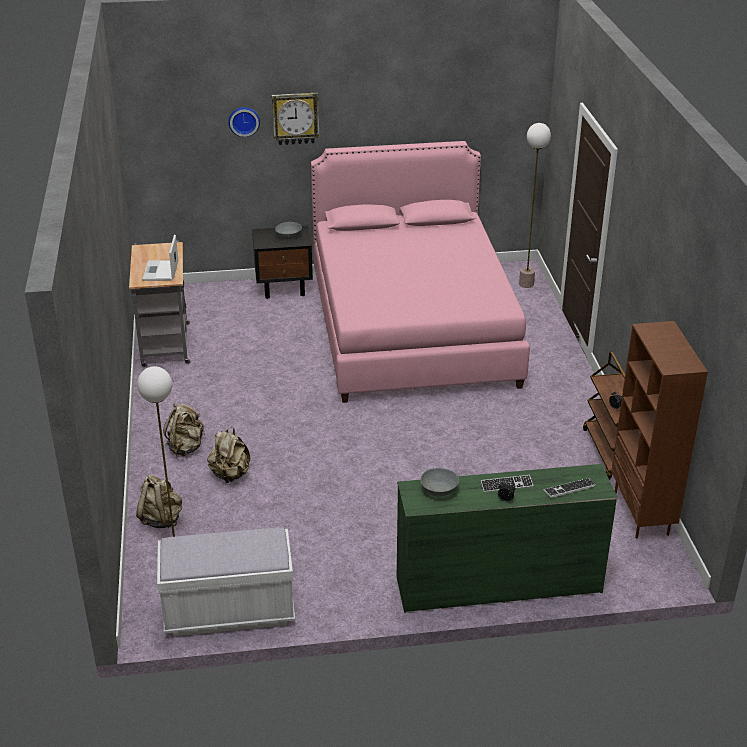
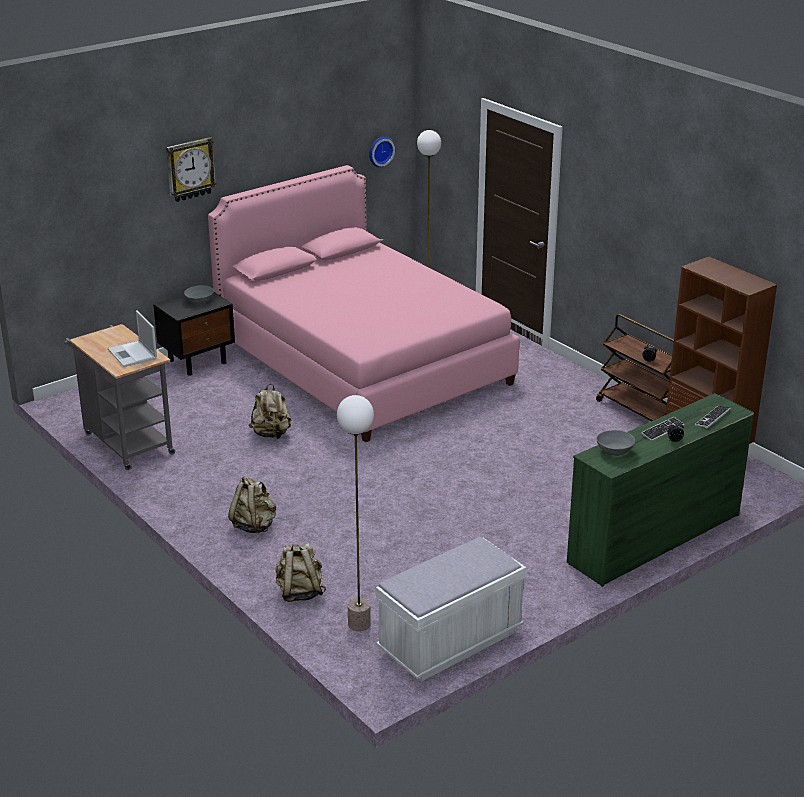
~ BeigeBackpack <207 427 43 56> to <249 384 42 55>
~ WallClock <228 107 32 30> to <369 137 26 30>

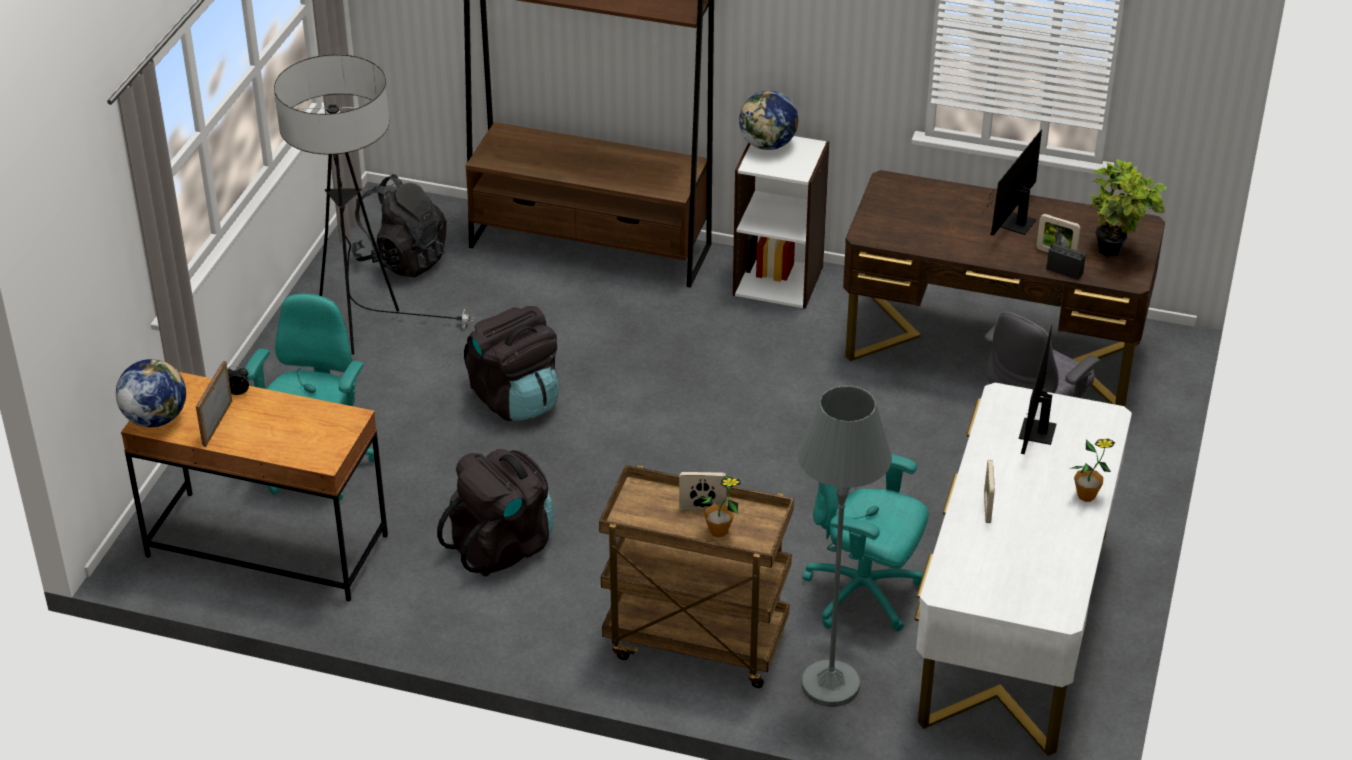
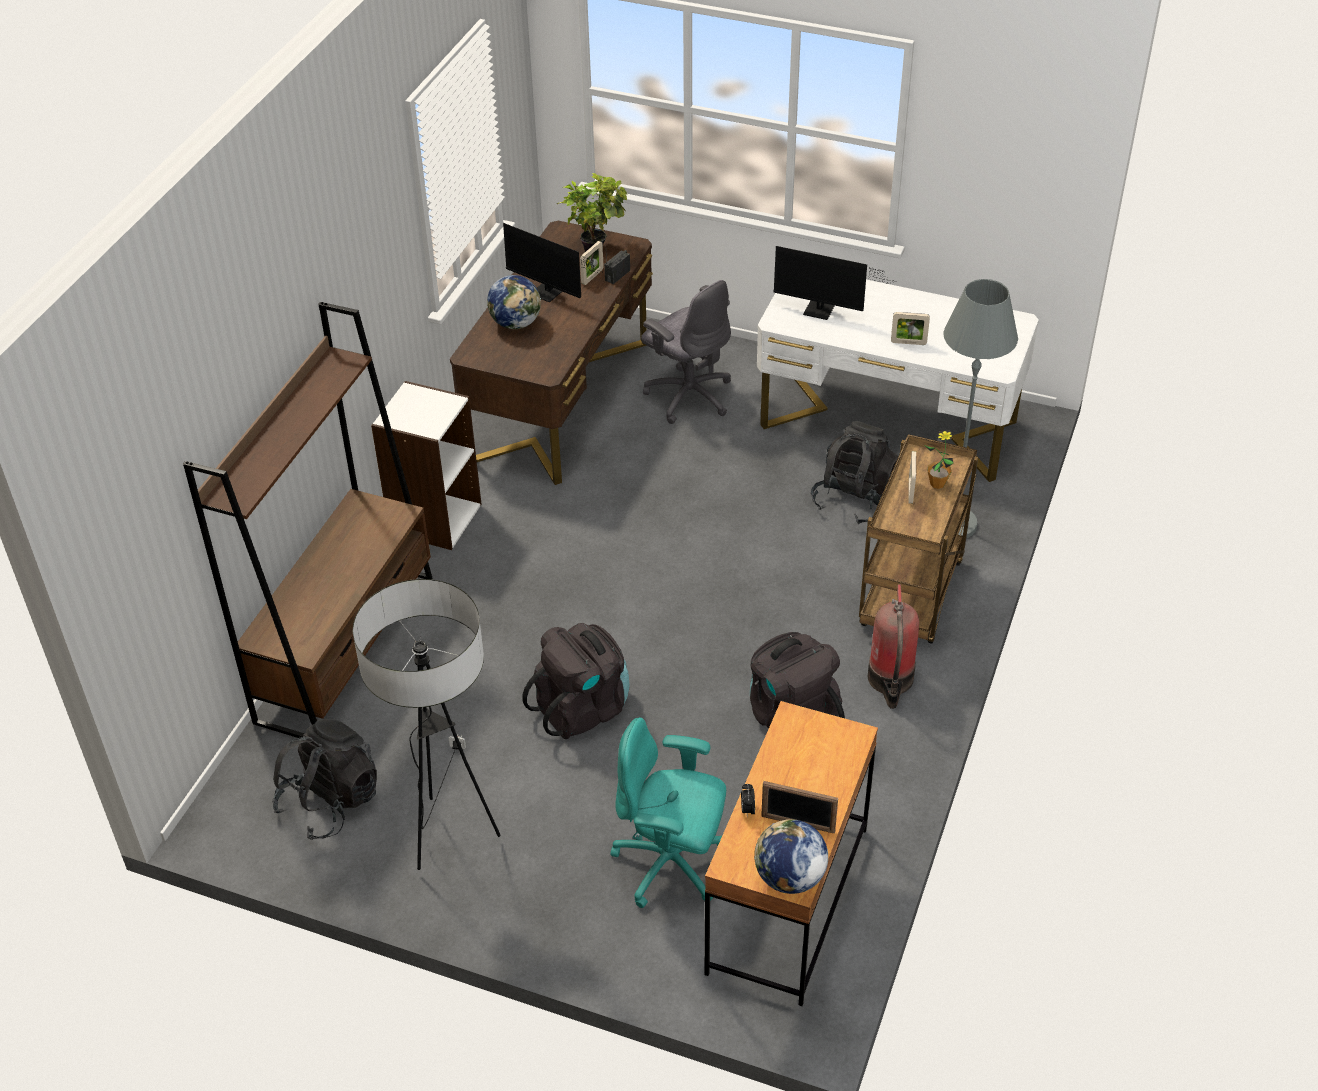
~ Globe <739 91 59 59> to <487 275 54 54>
~ TurquoiseOfficeChair <802 454 127 177> to BlackBackpack <811 421 87 103>
+ FireExtinguisher <868 584 51 125>
- PottedPlant <1069 439 46 63>

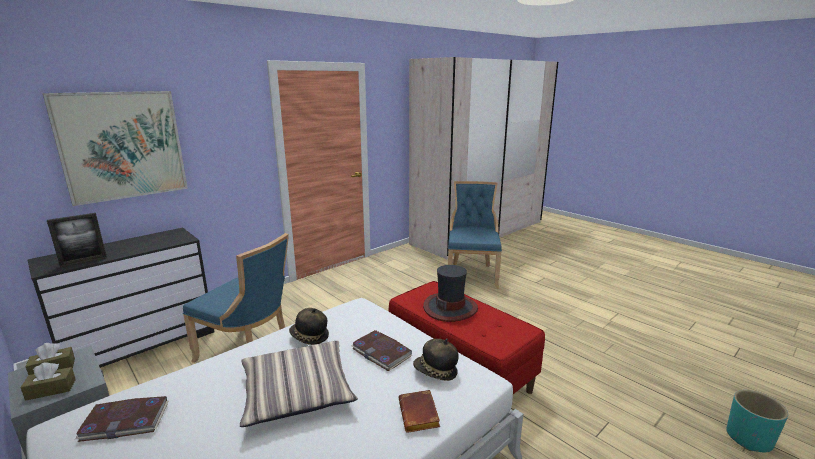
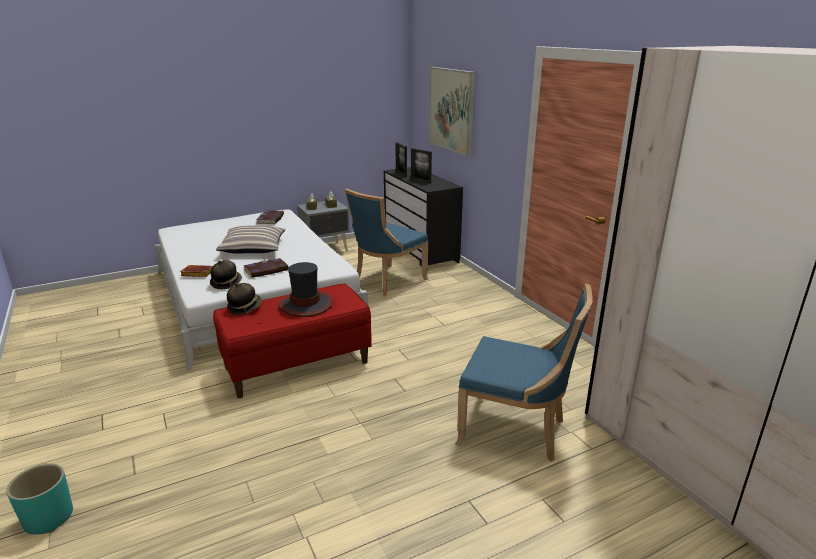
~ Hat <289 308 40 37> to <227 283 35 32>
+ PictureFrame <411 148 21 36>

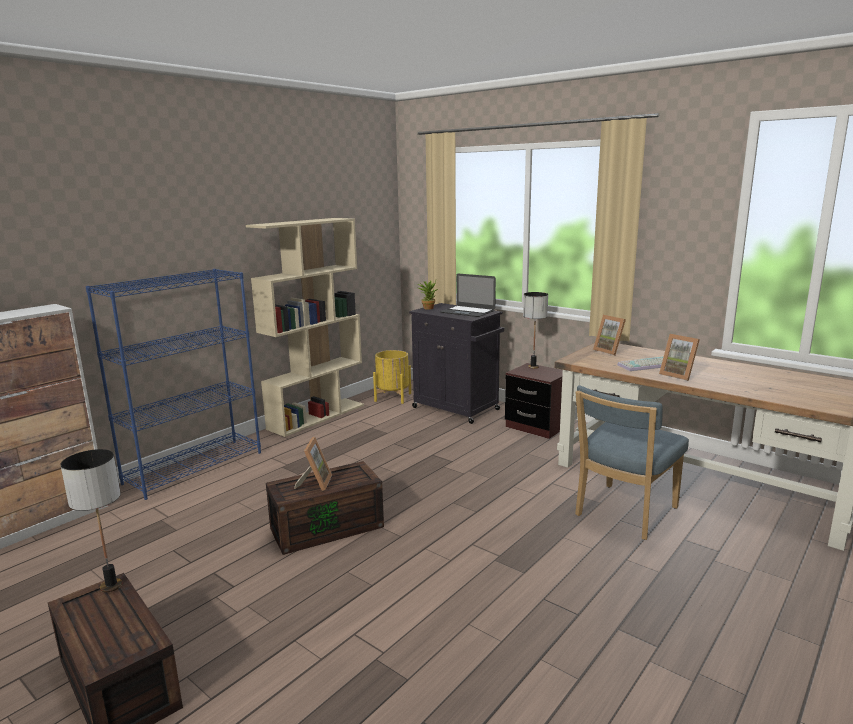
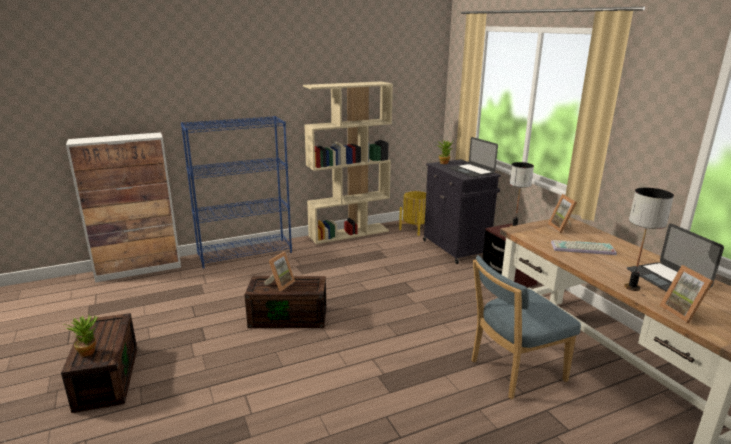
+ PottedPlant <63 313 35 44>
~ TableLamp <60 449 62 143> to <624 188 50 103>
+ Laptop <627 223 97 69>
~ PictureFrame <659 334 41 47> to <659 265 54 59>

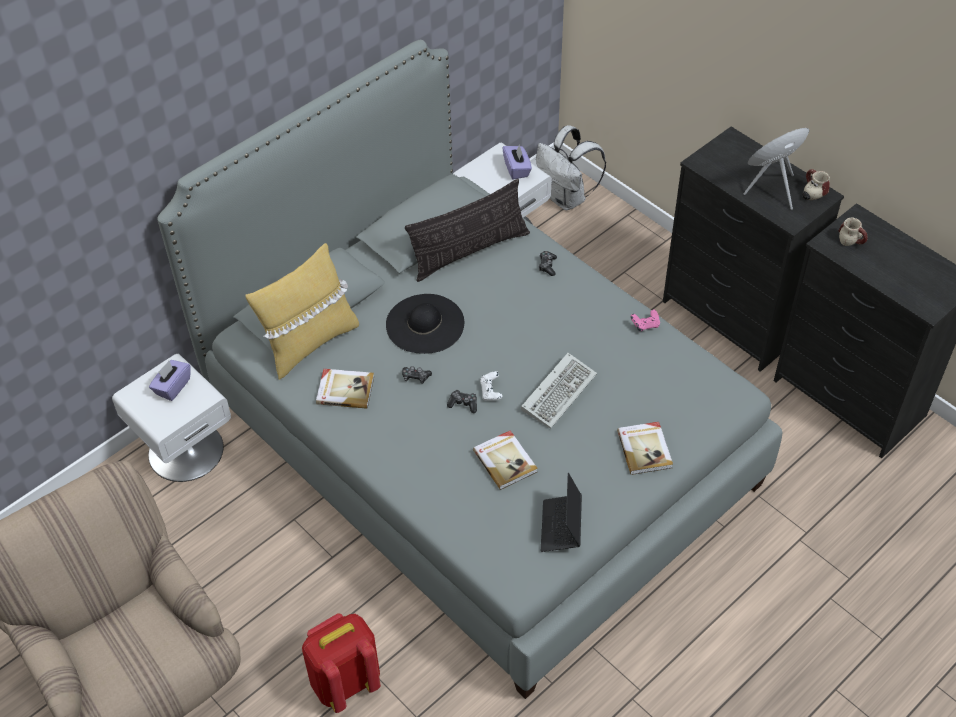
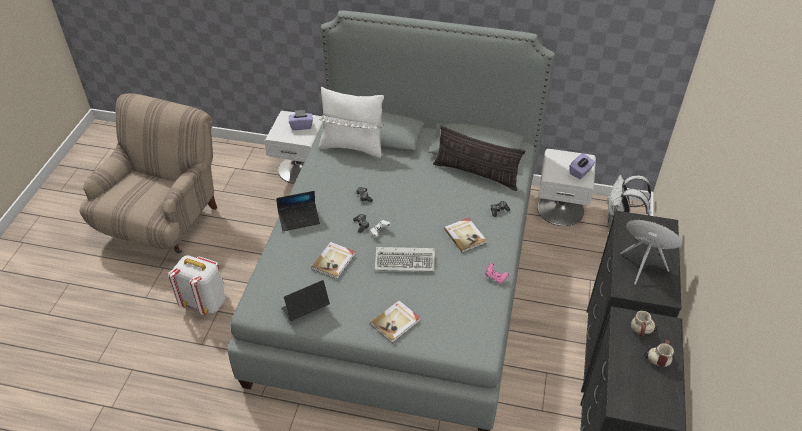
~ RedBackpack <302 613 79 100> to WhiteBackpack <168 255 57 60>
+ Laptop <276 191 44 40>
~ YellowPillow <245 243 114 137> to WhitePillow <318 87 66 71>
~ Book <316 369 58 40> to <444 218 43 35>
~ Mug <802 169 28 31> to <644 340 30 27>
- BlackHat <386 294 78 60>

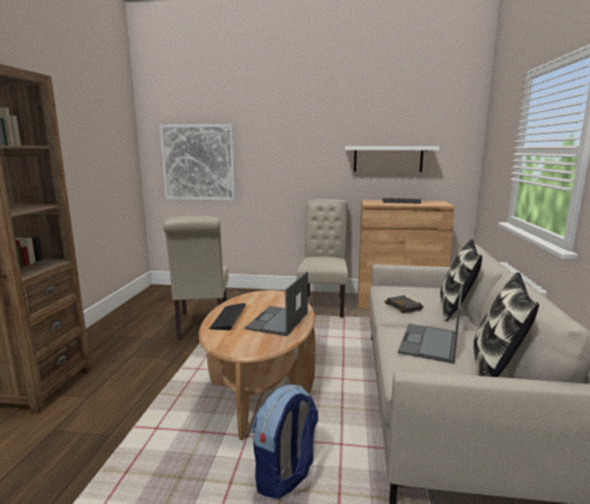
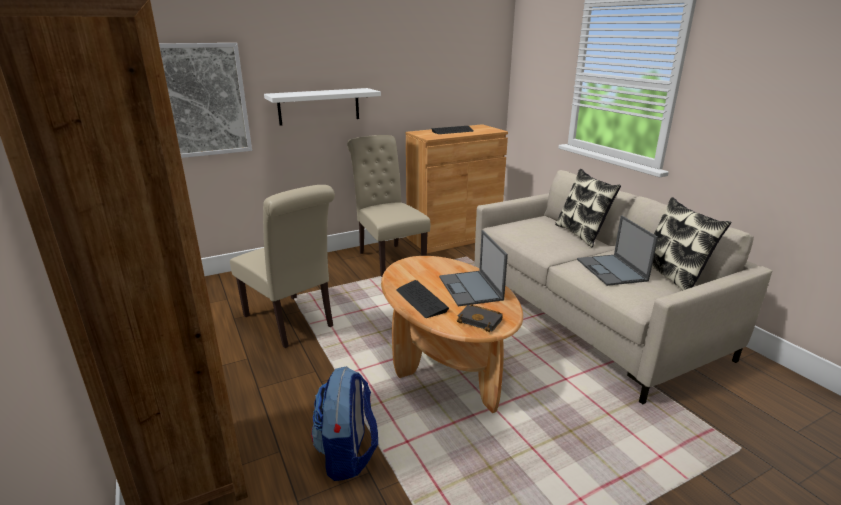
~ WhiteShelf <345 146 94 26> to <264 88 117 38>
~ Backpack <252 384 66 115> to <311 366 67 115>
~ BlackBook <385 295 39 18> to <457 304 46 28>

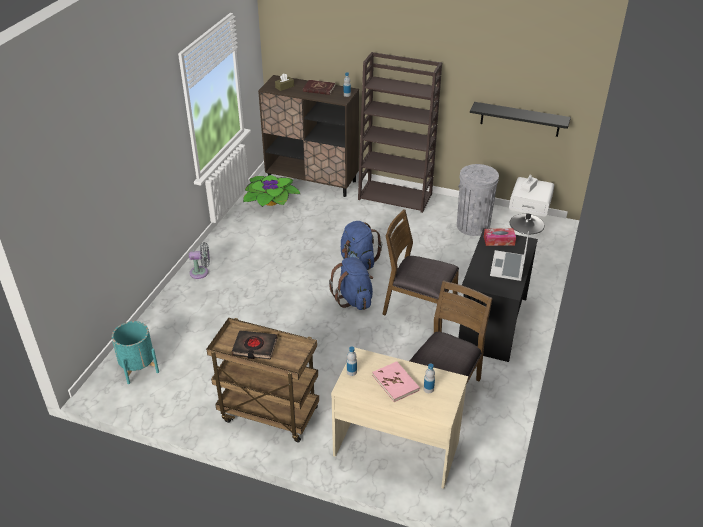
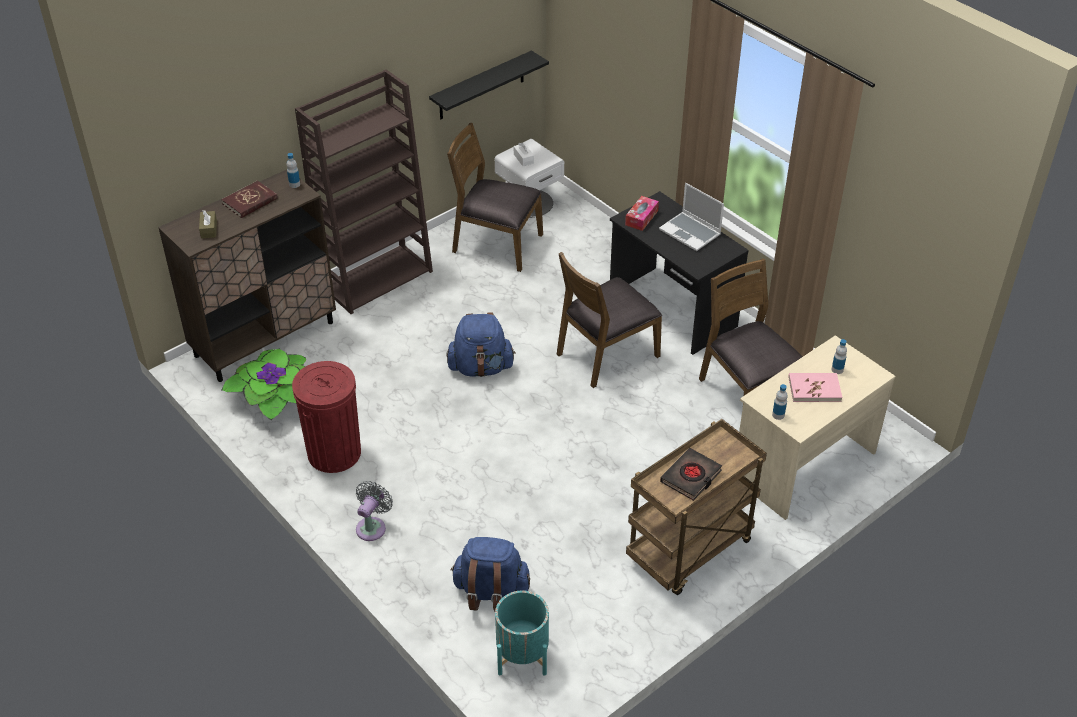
+ RedTrashCan <292 361 69 112>
~ GreyTrashCan <457 164 42 72> to BrownChair <447 123 96 149>
~ BlueBackpack <329 257 44 53> to <450 537 80 75>

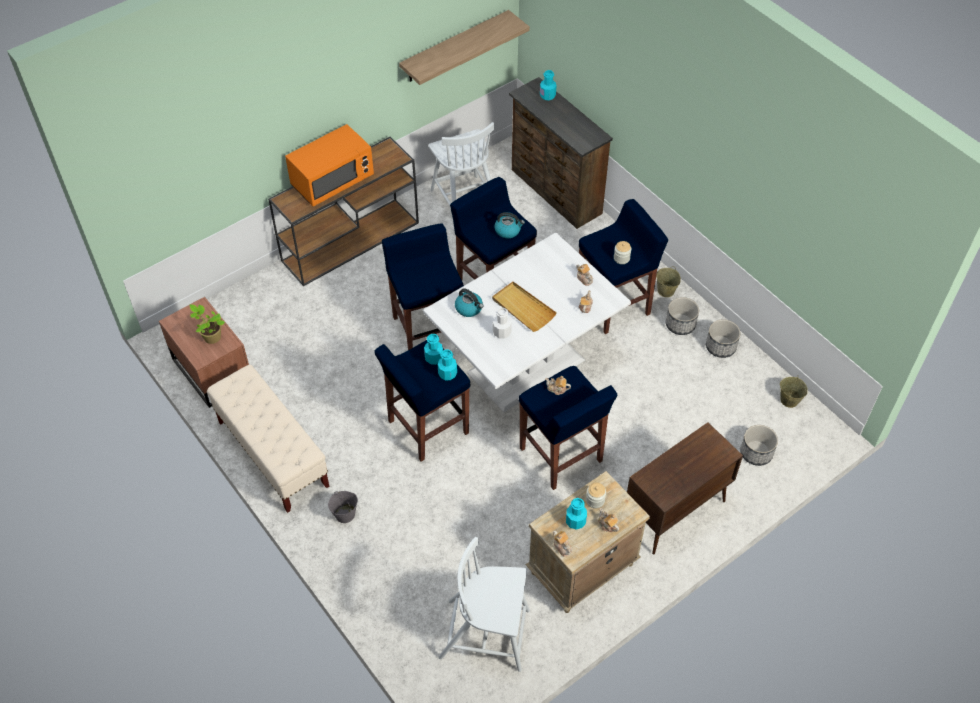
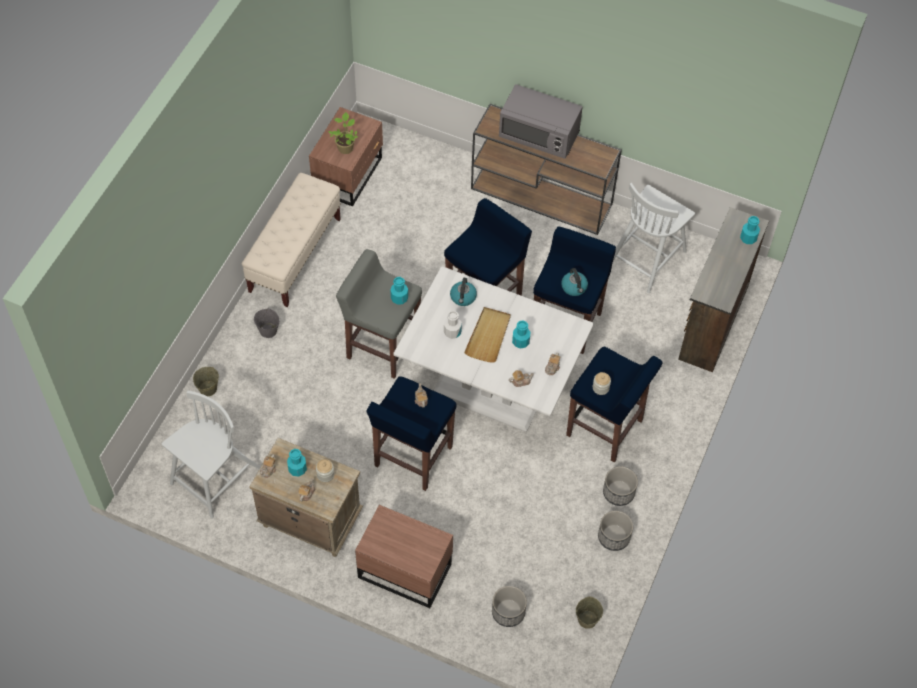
~ WhiteChair <439 537 91 135> = <162 391 99 127> 60 degrees clockwise
~ BeigeBucket <656 266 25 31> to <193 367 26 29>
~ BlueStool <374 340 96 122> to GreyStool <336 249 86 130>
~ BrownCabinet <627 422 116 132> to BrownNightstand <355 505 98 103>
~ OrangeMicrowave <285 124 89 82> to GreyMicrowave <499 84 84 75>
~ TurquoiseBottle <438 349 19 31> to <512 320 18 29>
- Shelf <399 10 131 75>

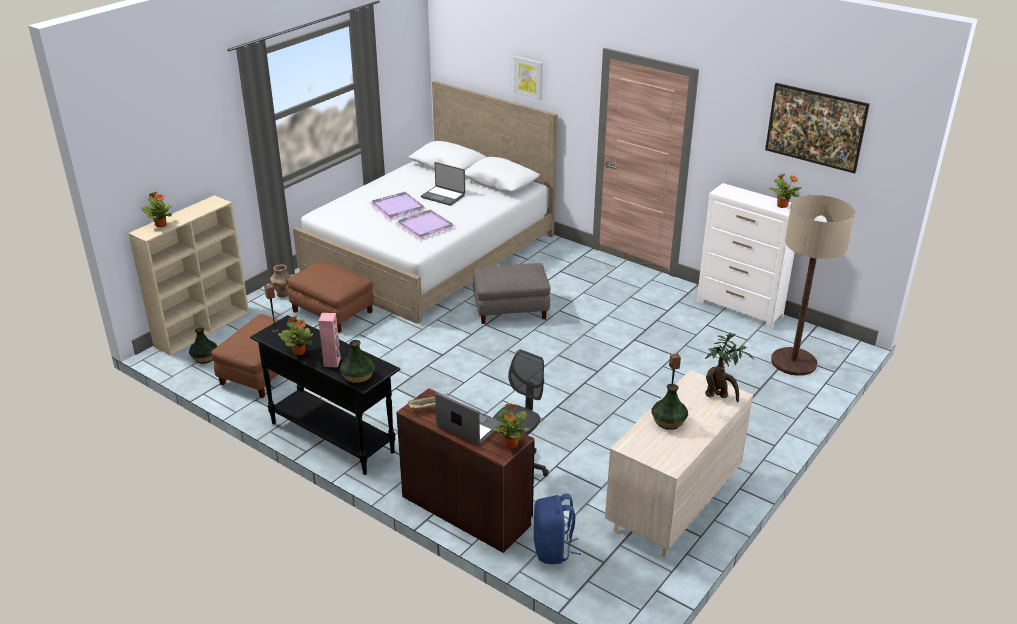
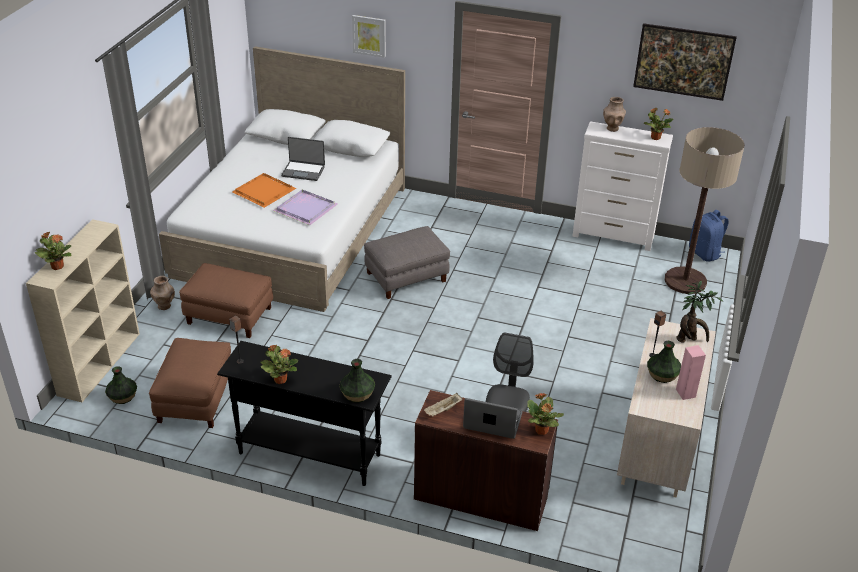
~ PurpleTray <370 192 57 27> to OrangeTray <232 173 64 35>
+ BrownVase <603 97 23 35>
~ PinkSpeaker <319 313 22 55> to <676 345 30 55>
~ BlueBackpack <533 494 48 70> to <689 210 40 52>

